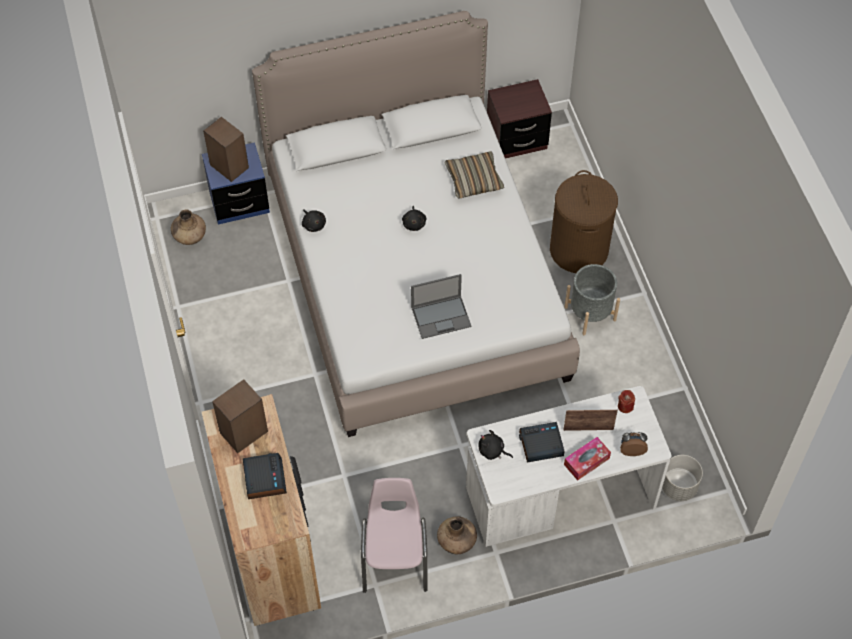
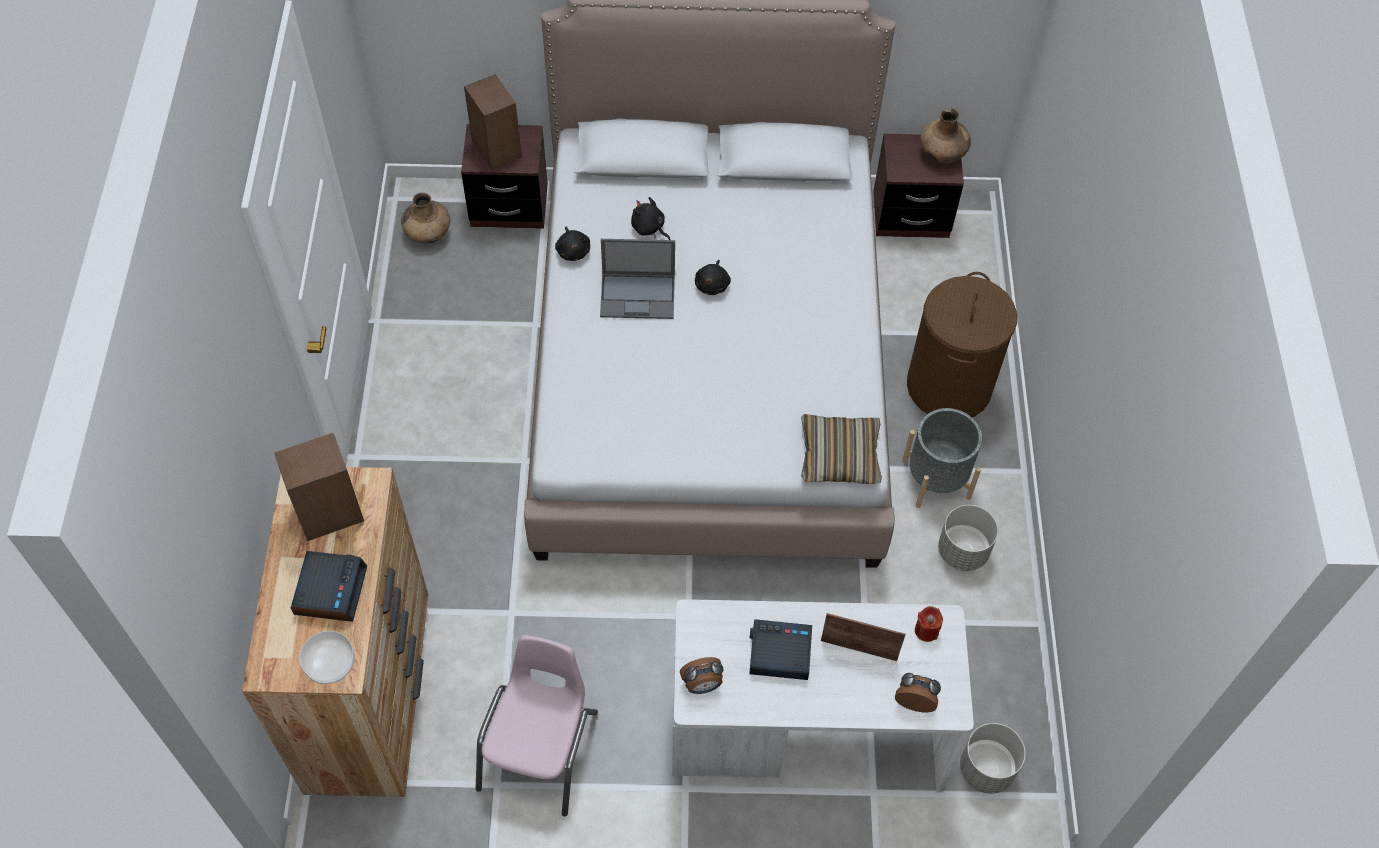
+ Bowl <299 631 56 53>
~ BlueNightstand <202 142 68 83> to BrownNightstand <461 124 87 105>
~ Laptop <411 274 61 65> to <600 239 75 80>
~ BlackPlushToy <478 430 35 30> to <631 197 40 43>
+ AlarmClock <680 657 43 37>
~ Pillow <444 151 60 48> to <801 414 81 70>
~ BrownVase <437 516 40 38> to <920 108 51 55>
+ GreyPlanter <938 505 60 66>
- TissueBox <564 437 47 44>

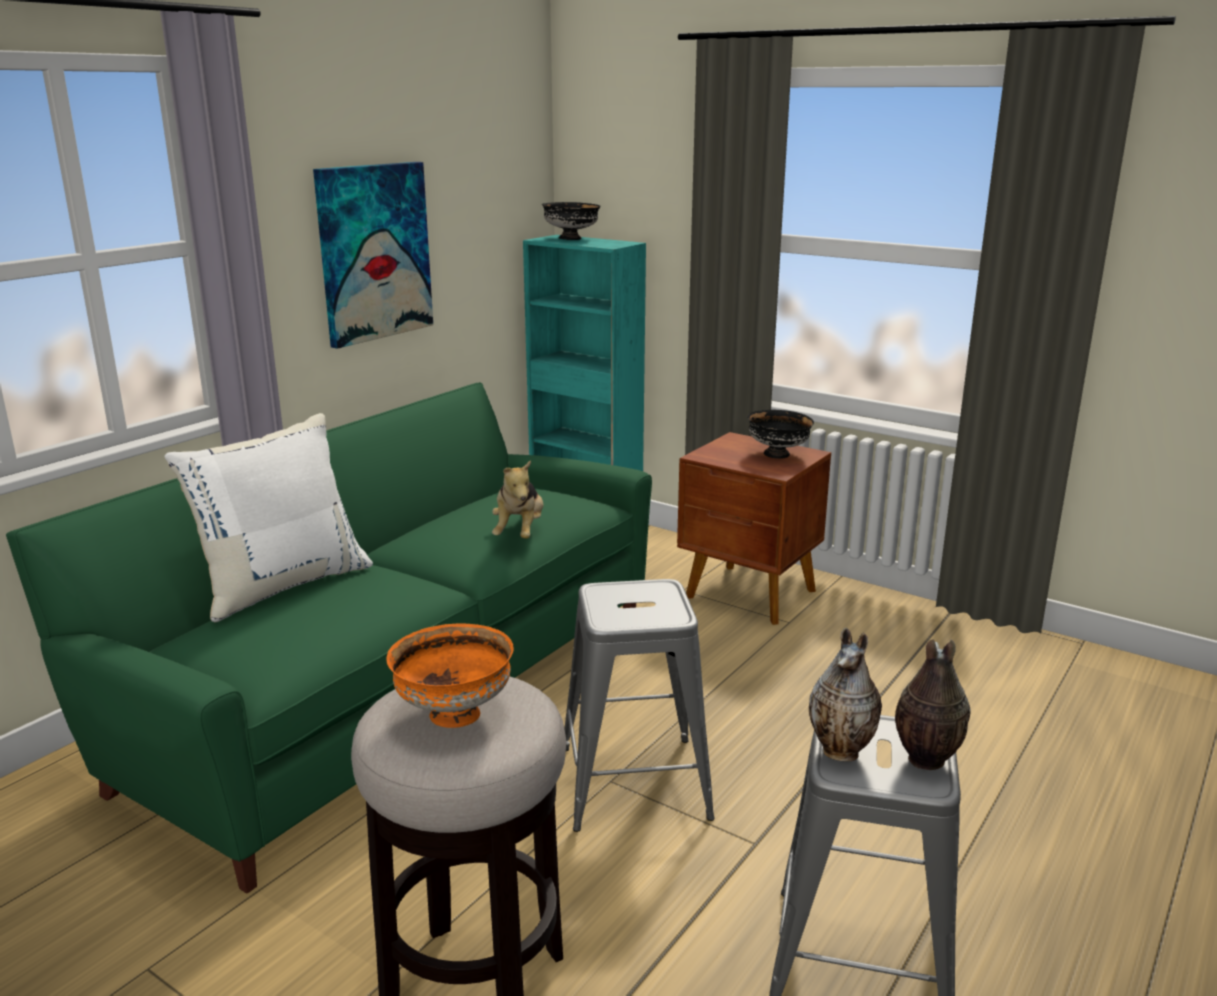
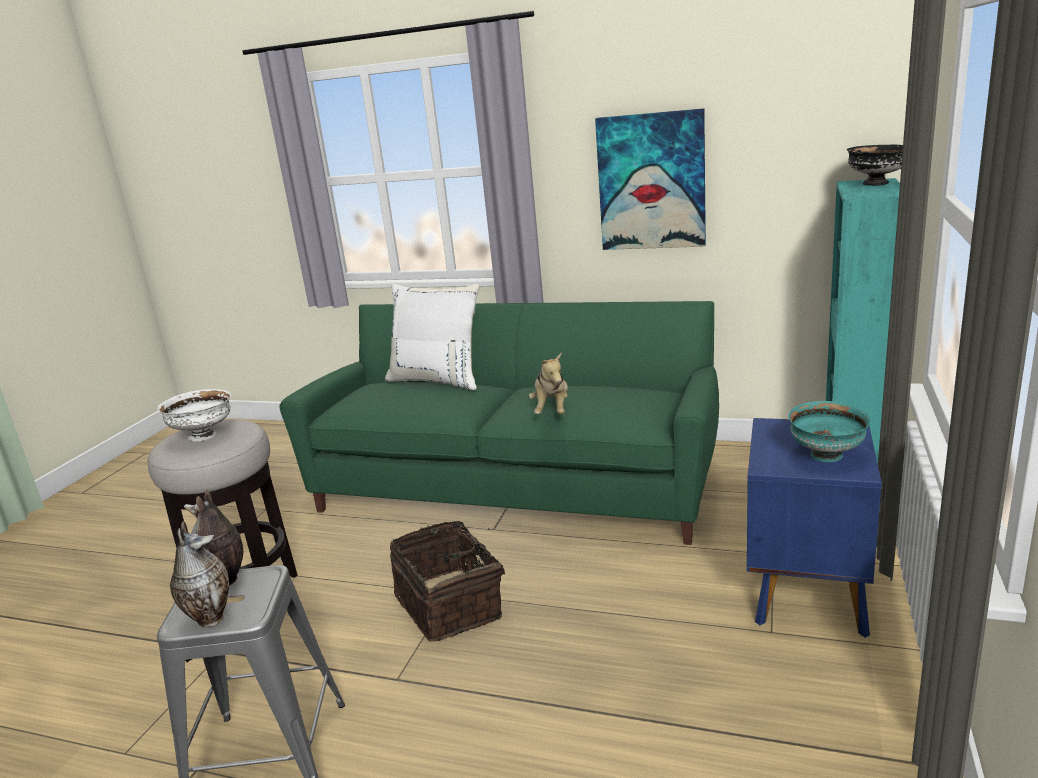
~ OrangeBowl <386 623 128 105> to WhiteBowl <157 389 74 52>
~ GreyStool <564 579 151 253> to Basket <390 521 115 121>
~ PlushToy <492 460 51 79> = <529 353 39 61> 75 degrees counterclockwise
~ BrownNightstand <677 432 154 193> to BlueNightstand <747 418 135 220>
~ BlackBowl <747 410 67 49> to TurquoiseBowl <788 401 82 61>

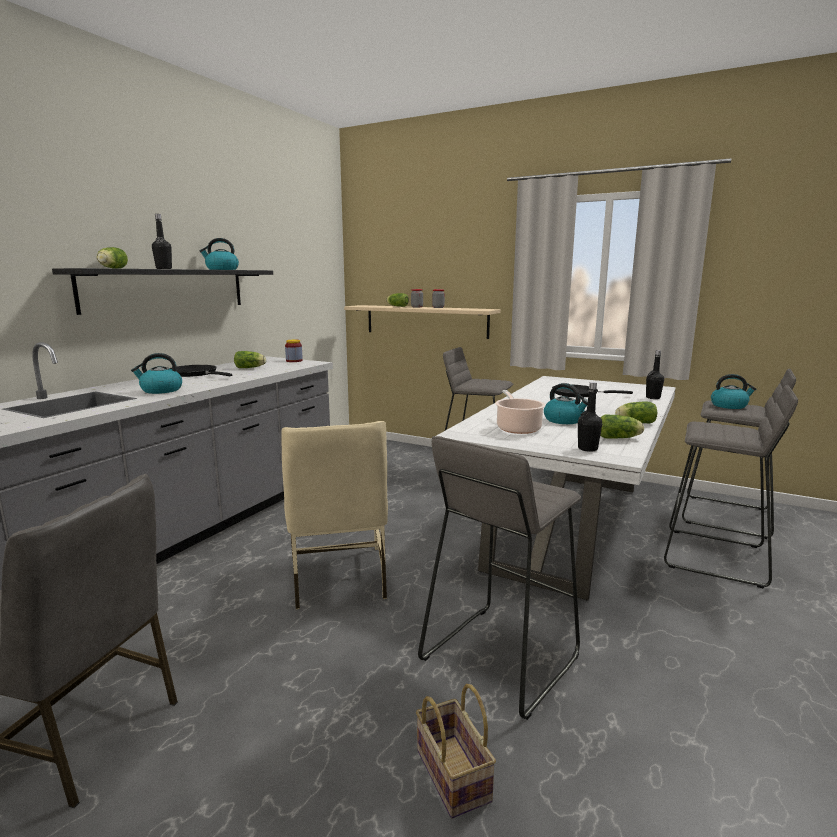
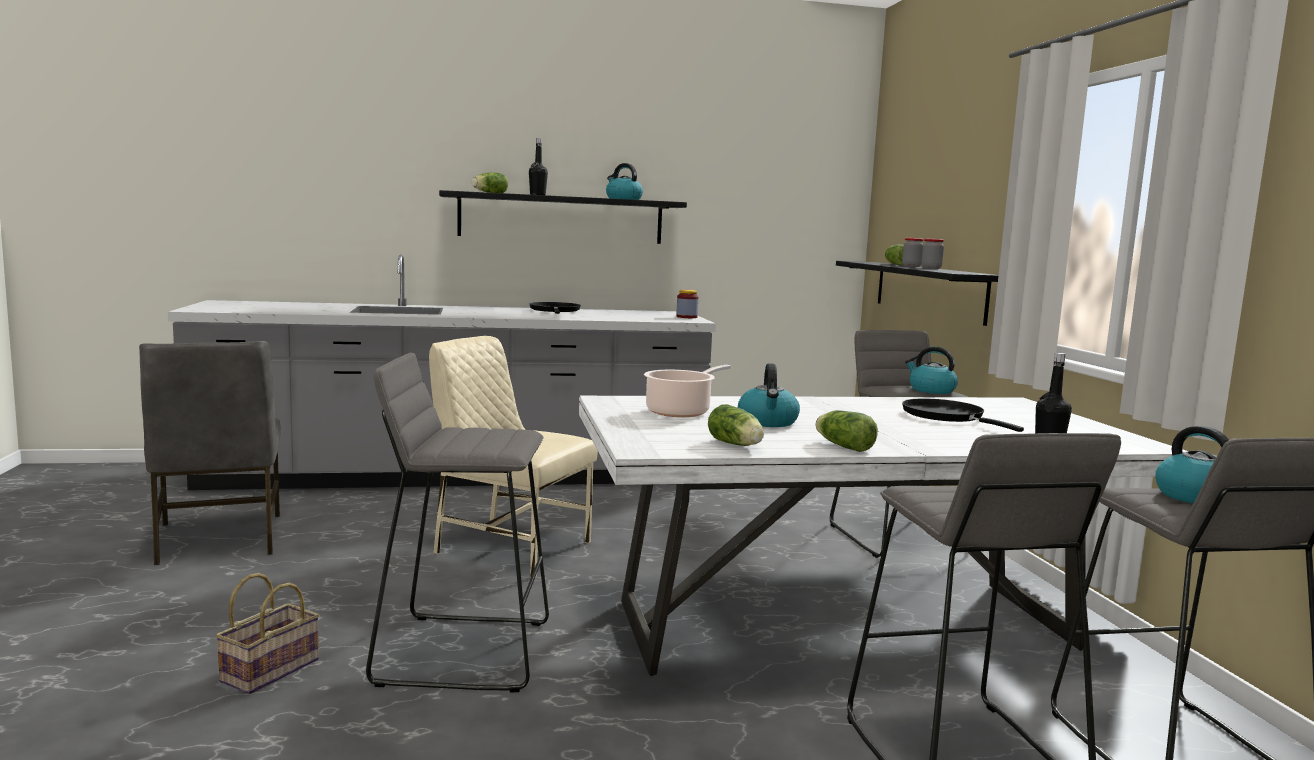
~ BeigeChair <281 421 107 188> = <429 336 169 242> 75 degrees clockwise
~ BeigeShelf <344 305 157 34> to BlackShelf <836 261 163 65>
~ Kettle <131 353 51 41> to <905 347 53 47>
- Lettuce <234 351 32 17>
- BlackBottle <578 382 24 70>

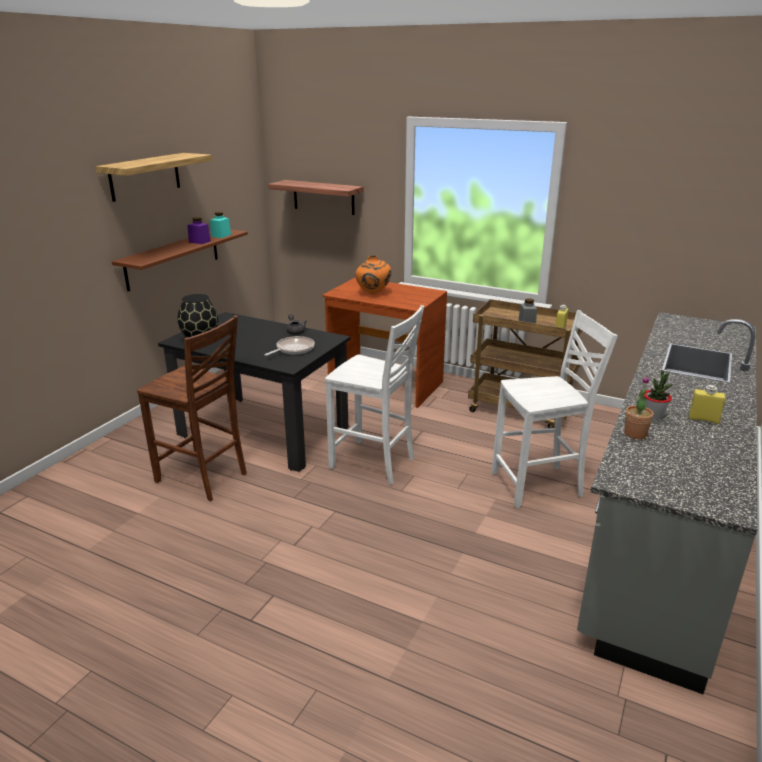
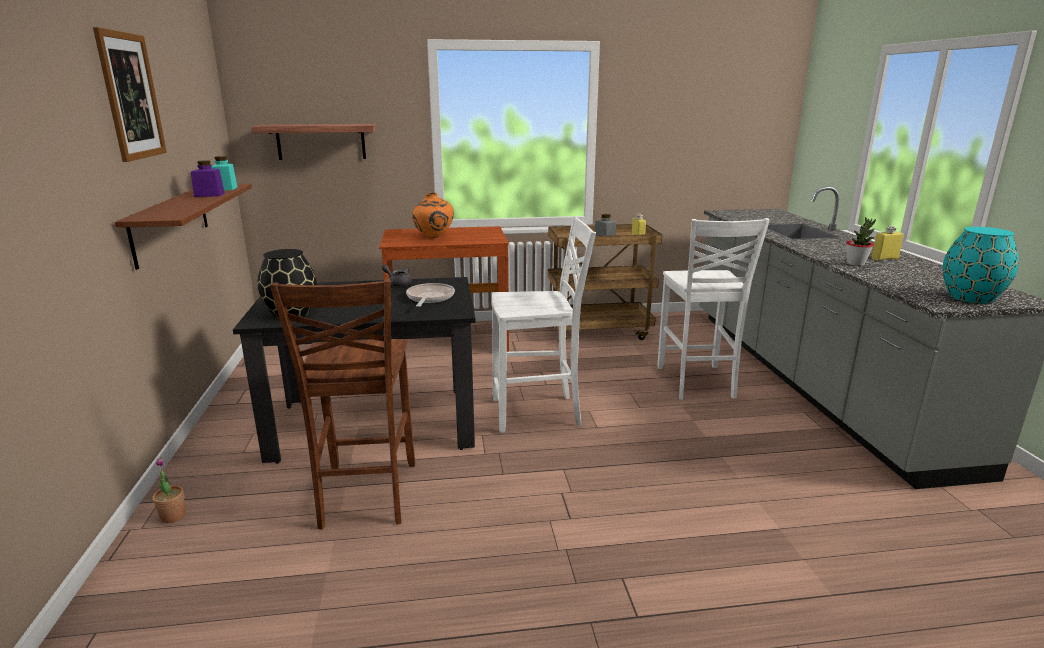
~ Shelf <95 153 117 49> to Picture <93 27 74 135>
~ PottedPlant <624 375 29 64> to <152 457 34 66>
~ BrownChair <137 315 110 186> = <270 279 145 251> 90 degrees clockwise
~ WhiteChair <492 310 126 198> = <657 218 113 182> 135 degrees clockwise
+ TurquoiseVase <943 227 76 77>

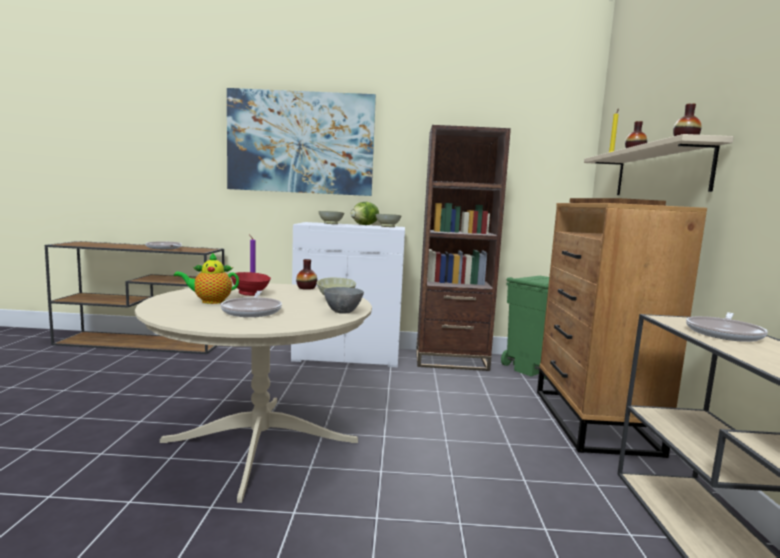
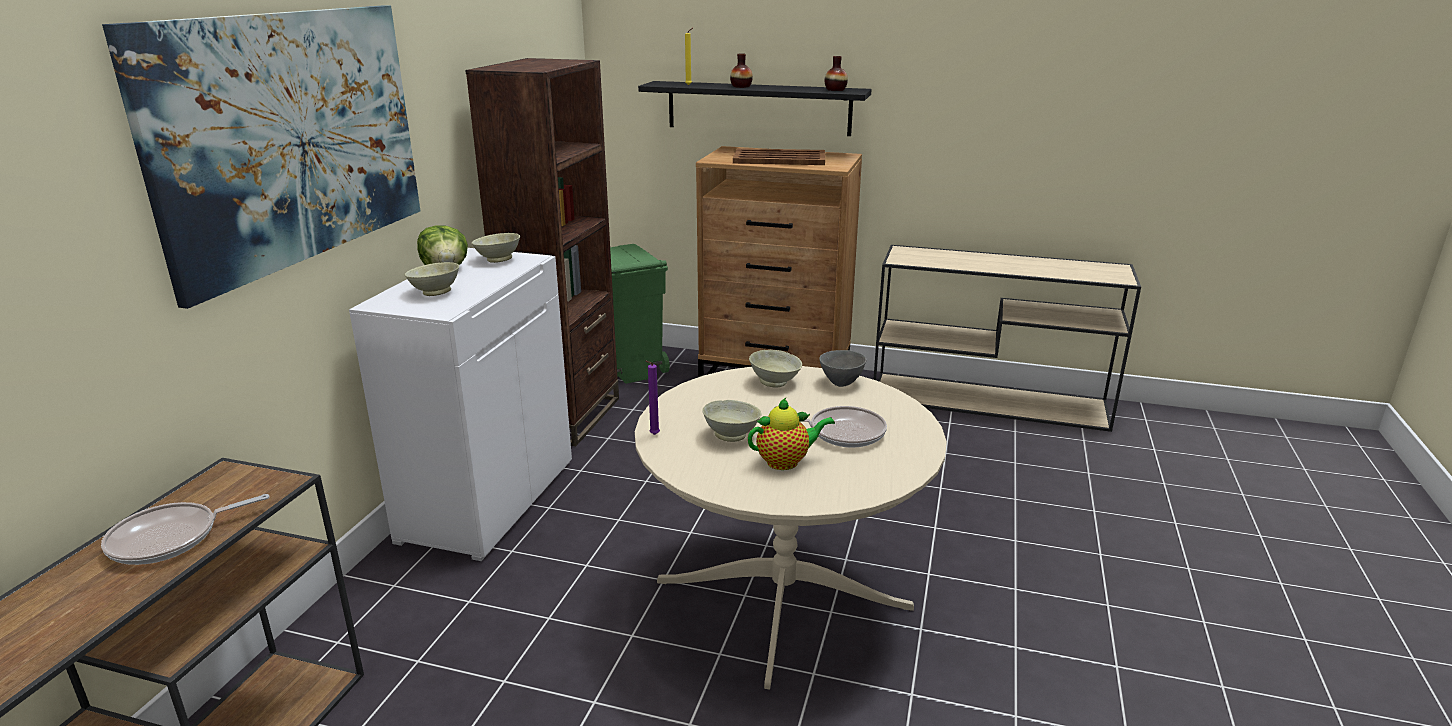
~ BeigeShelf <584 134 150 61> to BlackShelf <638 81 234 55>
~ RedBowl <231 272 40 24> to BeigeBowl <703 400 58 42>
~ Teapot <174 253 65 51> = <748 398 87 72> 105 degrees counterclockwise
- Vase <296 259 21 31>
- FryingPan <686 313 82 29>

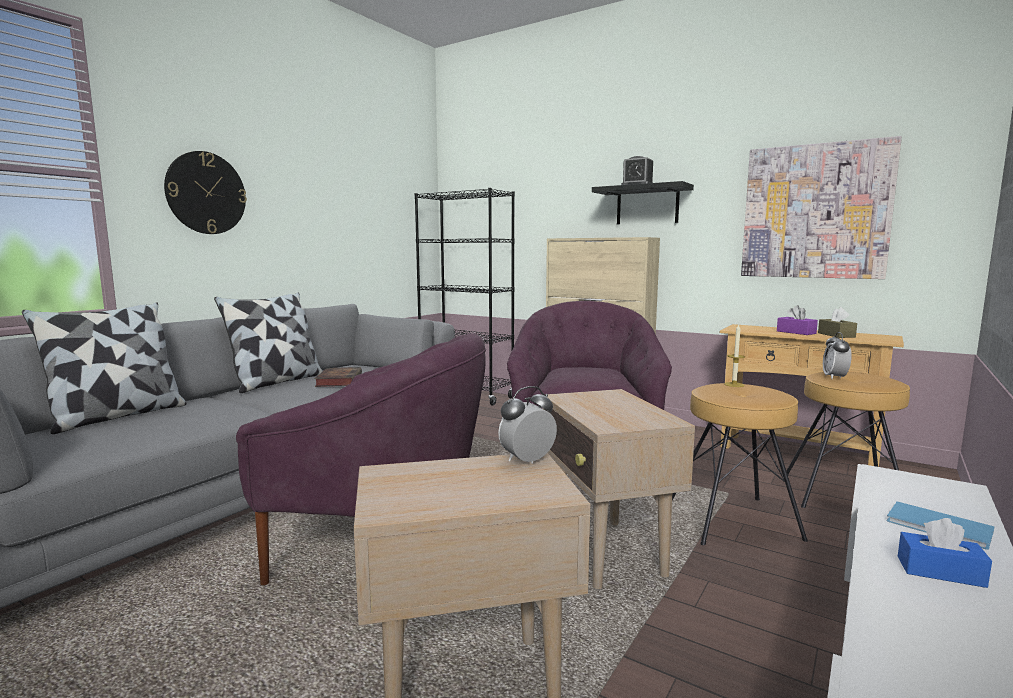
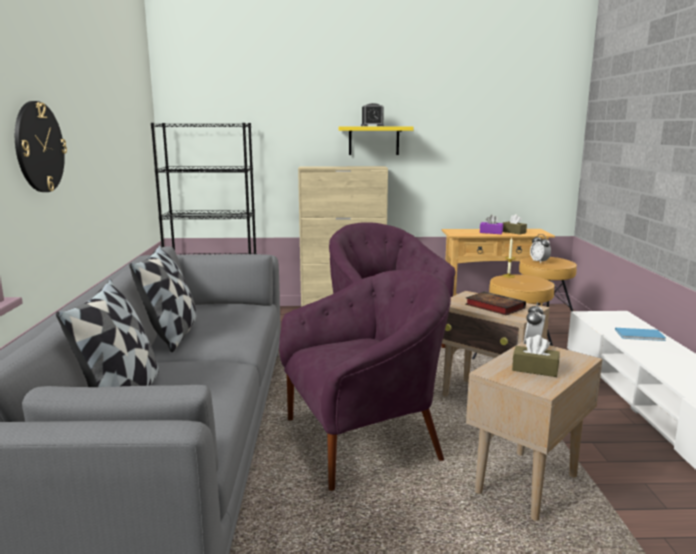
~ BlackShelf <592 181 102 43> to YellowShelf <339 126 75 29>
~ Book <314 367 48 20> to <465 292 61 23>
+ BrownTissueBox <512 335 48 42>
- Picture <741 136 161 143>
- BlueTissueBox <898 518 94 70>

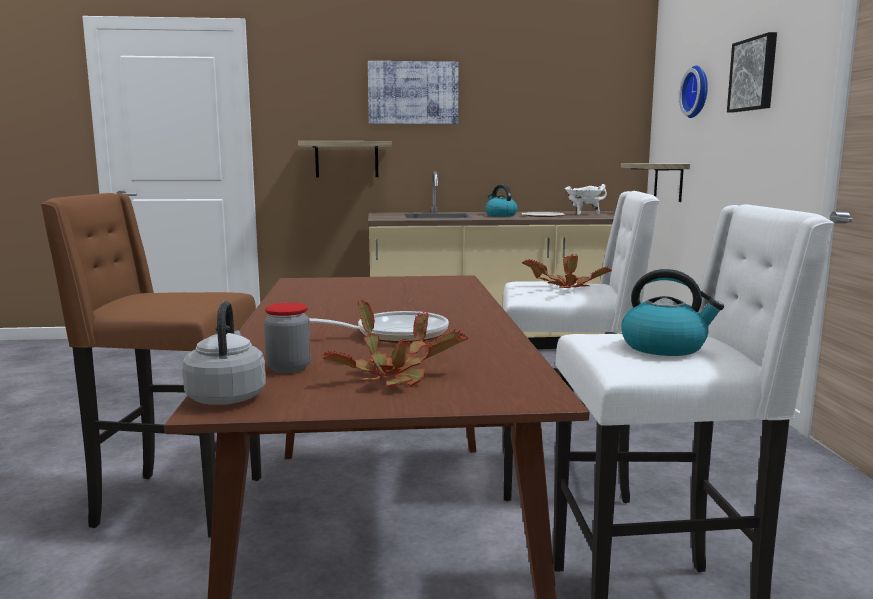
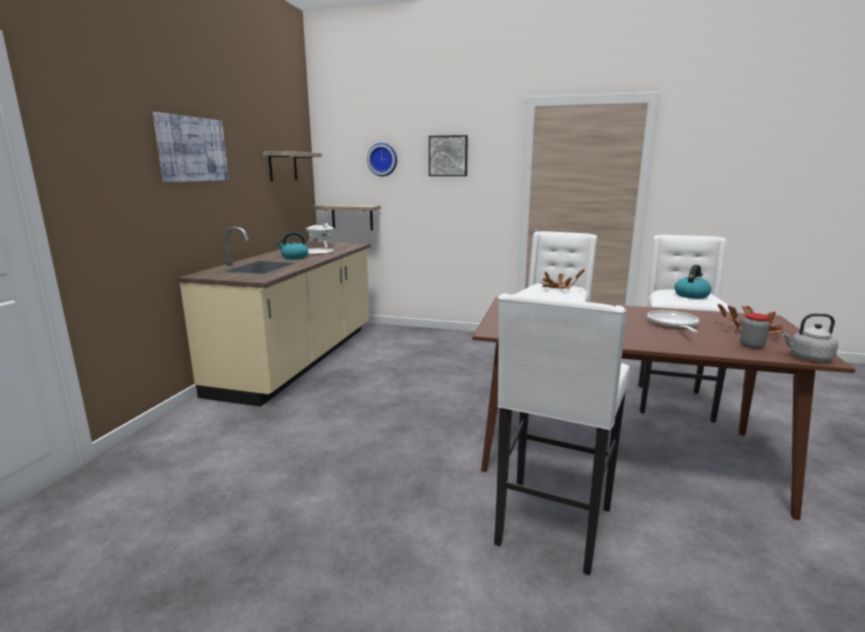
~ Shelf <298 141 94 36> to <262 151 60 31>
~ BrownStool <40 193 221 344> to WhiteStool <494 294 136 281>

